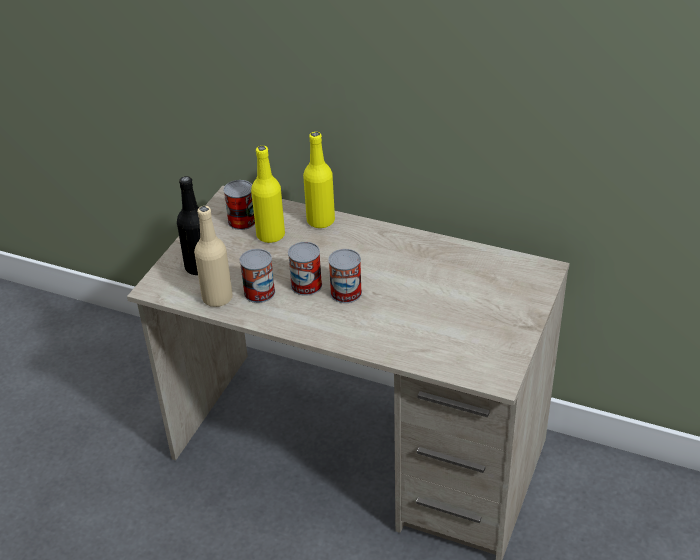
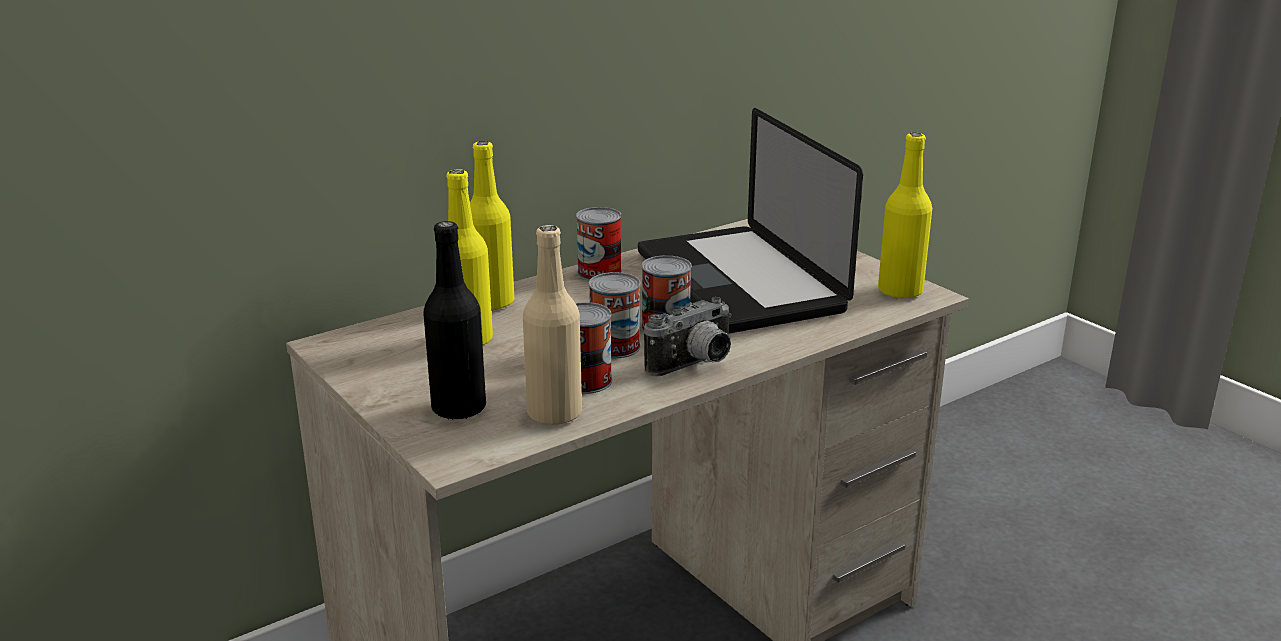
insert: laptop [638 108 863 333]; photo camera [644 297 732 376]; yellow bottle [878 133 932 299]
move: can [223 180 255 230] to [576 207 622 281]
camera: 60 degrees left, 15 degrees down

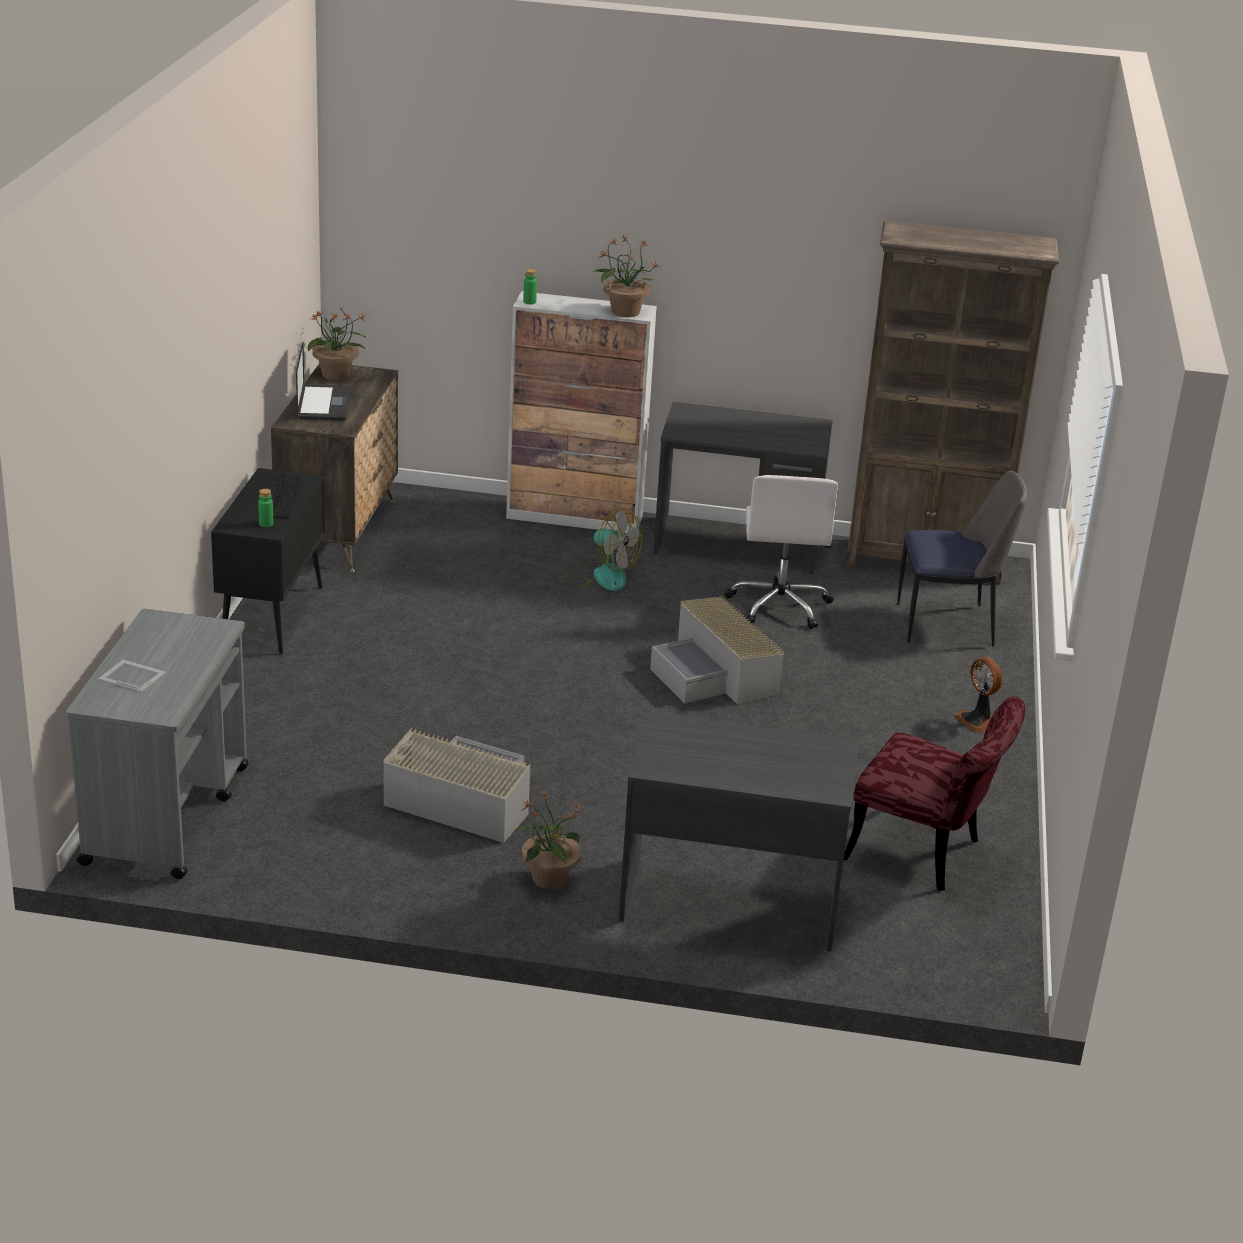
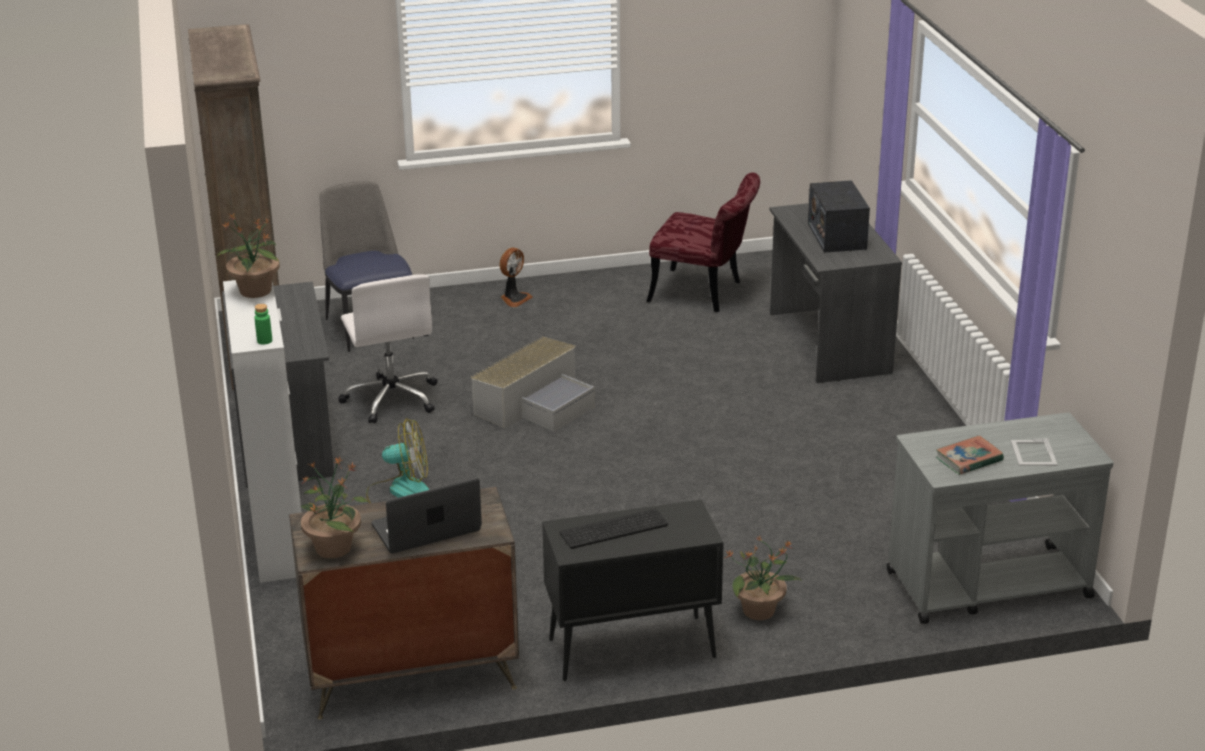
delete: green bottle [258 489 273 527]; grey storage box [383 728 531 843]
insert: radio [808 180 870 253]; book [936 435 1004 475]
move: potted plant [514 791 581 889] to [725 536 802 620]
rotate: white office chair [724 475 838 629] = [338 274 437 424] 90 degrees clockwise; fan [567 509 642 591] = [366 418 430 504] 75 degrees clockwise; red chair [844 696 1025 891] = [646 172 760 312] 105 degrees clockwise
camera: 110 degrees left, 0 degrees up

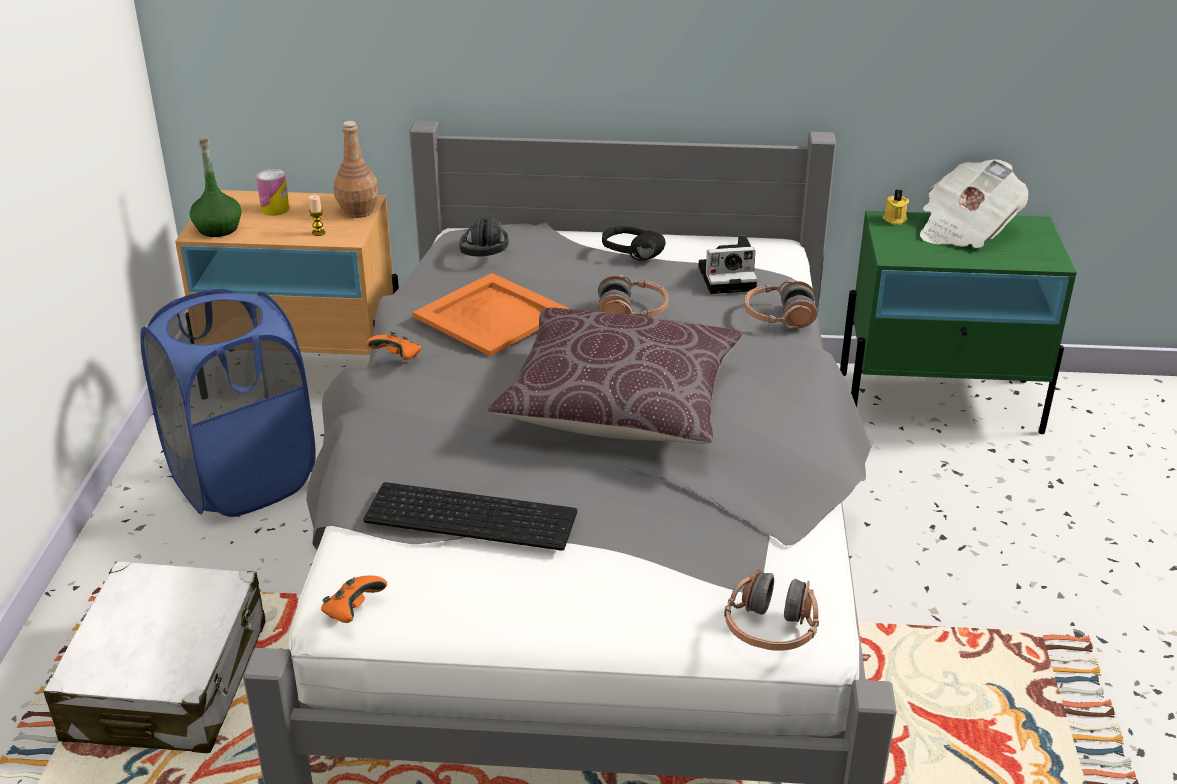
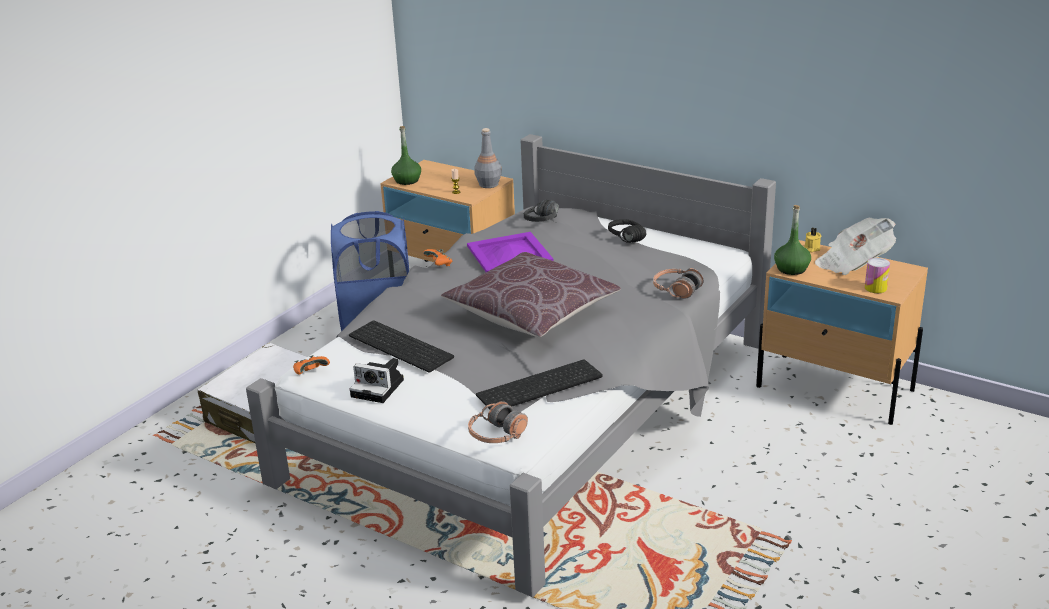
delete: headphones [598 275 668 317]
insert: keyboard [476 360 603 409]; green bottle [774 205 811 275]
move: photo camera [698 236 757 294] to [349 358 404 403]; can [256 169 290 216] to [865 258 890 293]
recolor: orange tray [413 273 569 356] to purple tray [467 232 554 272]; brown bottle [334 121 379 218] to grey bottle [474 128 502 188]; green nightstand [840 211 1077 434] to beige nightstand [756 240 928 425]
camera: 30 degrees right, 5 degrees down

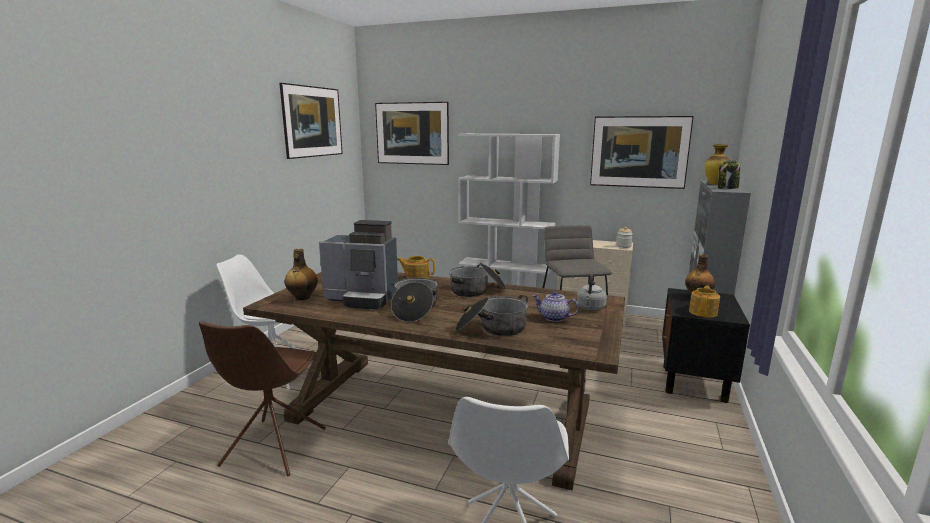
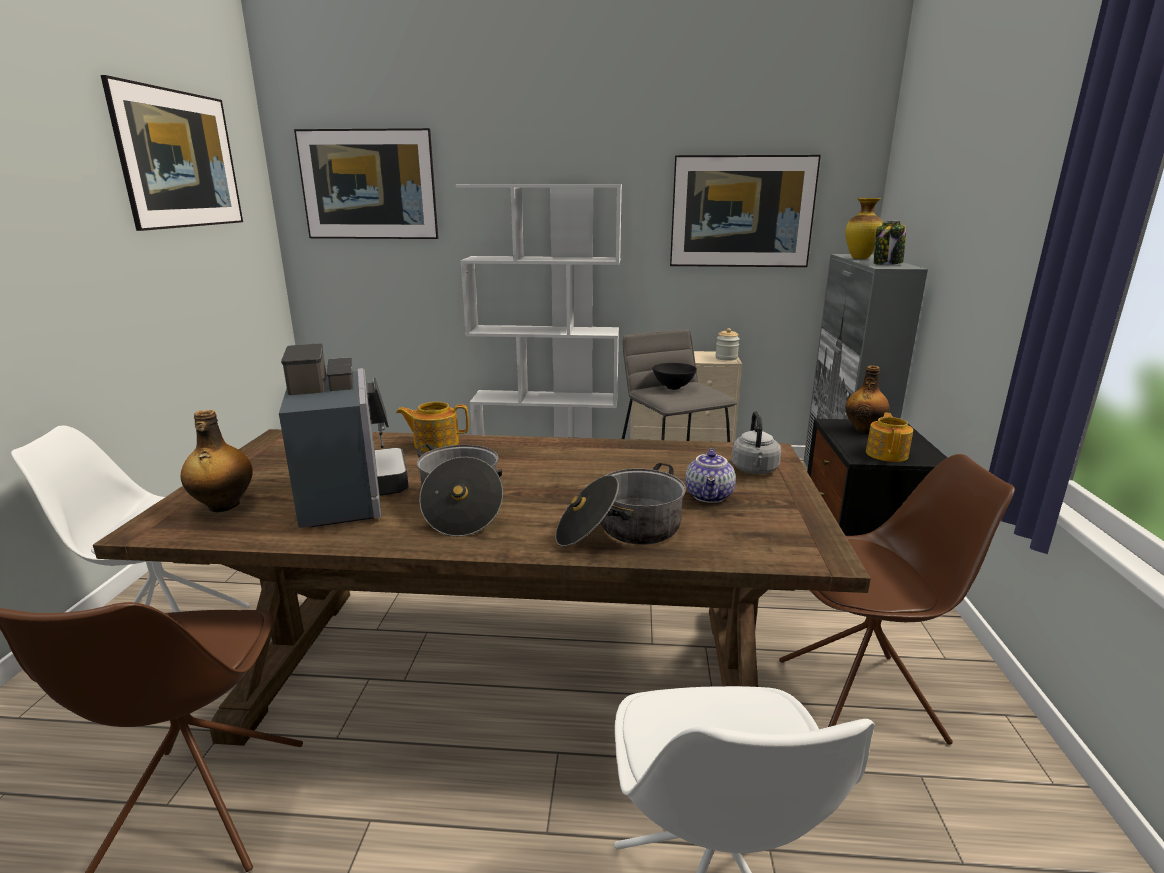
delete: cooking pot [449 263 506 297]
insert: black bowl [653 363 697 390]; brown chair [779 454 1015 745]
rotate: coffee machine [319 220 398 310] = [279 344 409 528] 105 degrees counterclockwise; teapot [532 291 579 322] = [685 448 736 503] 90 degrees counterclockwise
camera: 15 degrees left, 5 degrees up

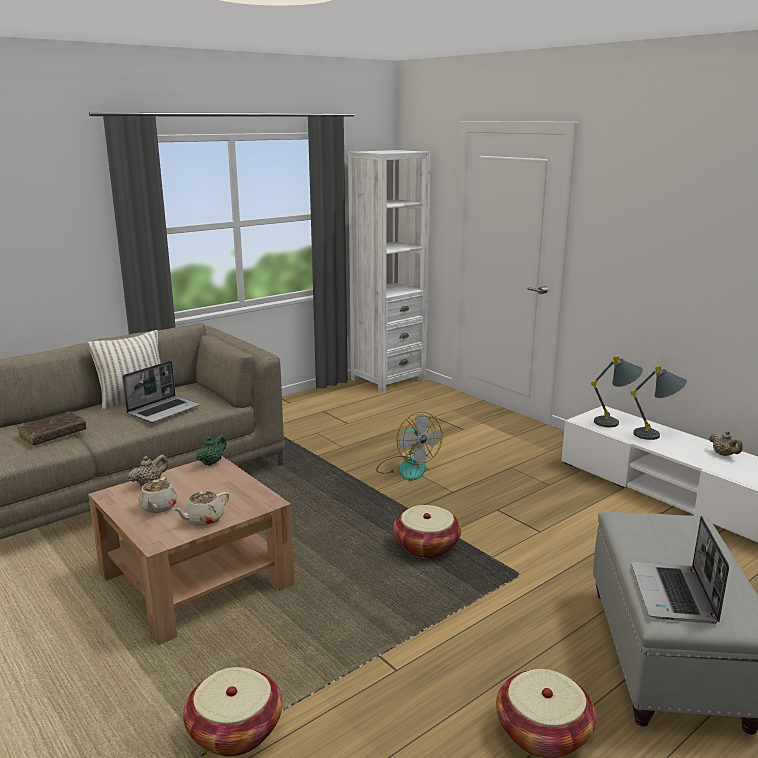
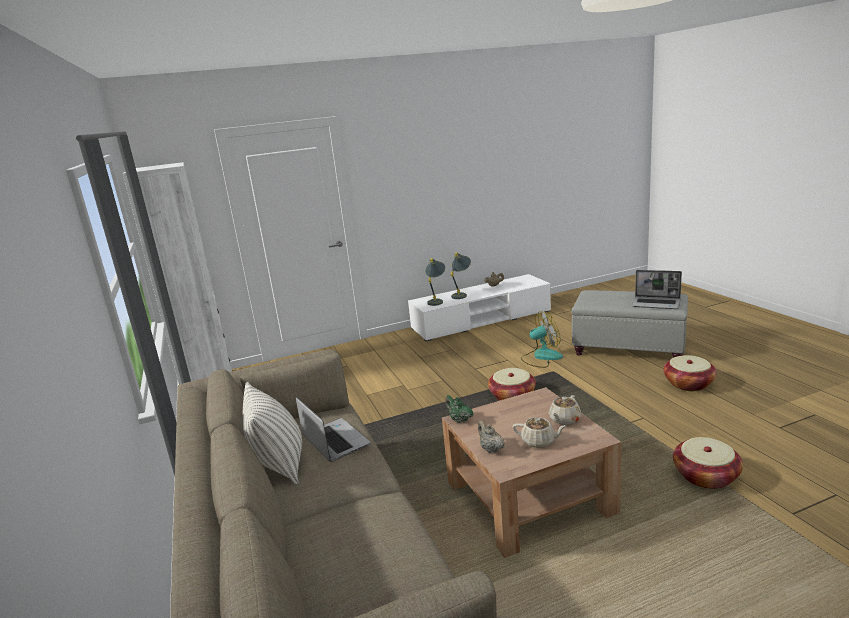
delete: brown book [17 412 86 445]
move: fan [376 412 443 481] to [521 311 563 368]
rotate: beige teapot [173 491 229 526] = [549 395 581 425] 60 degrees clockwise
camera: 70 degrees left, 0 degrees up

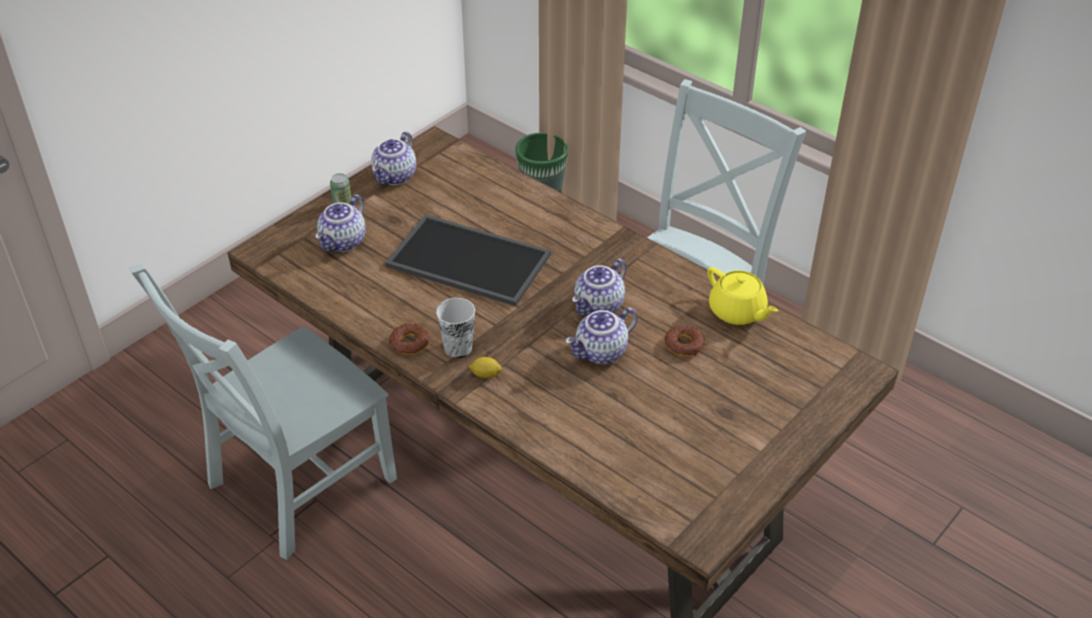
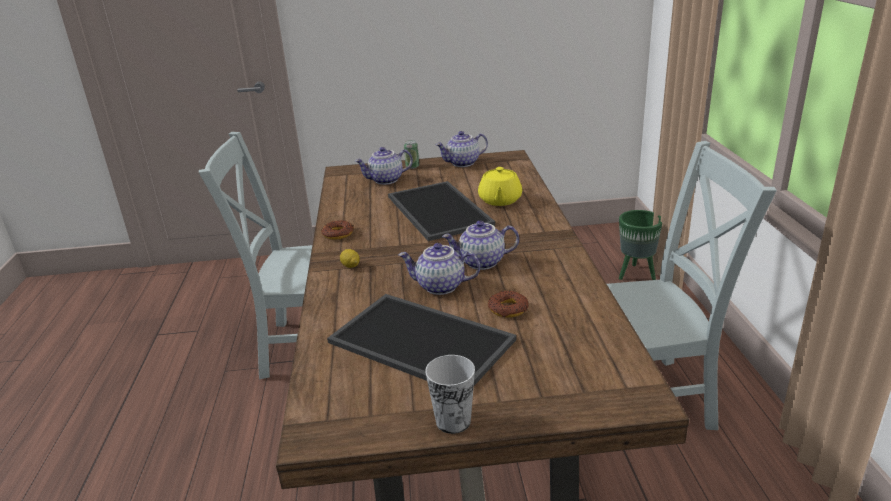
insert: tray [327 294 517 386]
move: cup [436 298 475 358] to [425 355 475 434]; yellow teapot [707 267 778 325] to [478 167 522 206]
camera: 45 degrees right, 15 degrees down

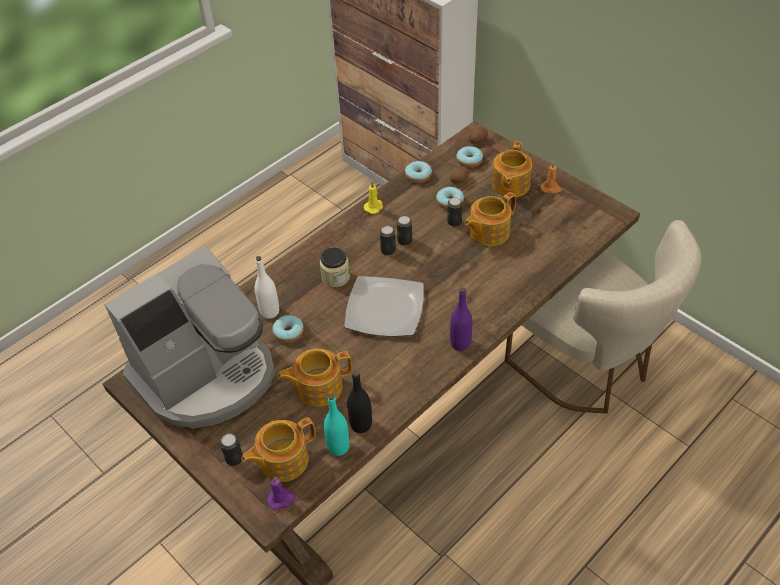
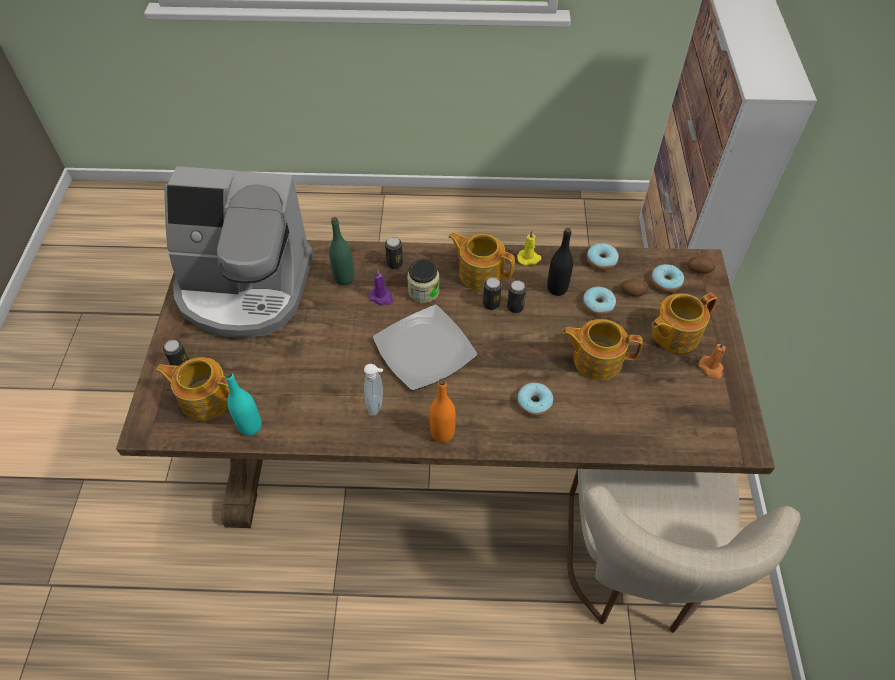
insert: soap dispenser [364 364 383 415]
move: purple candle [267 476 296 510] to [369 270 393 305]; can [447 197 463 227] to [385 237 403 269]; teapot [278 349 352 407] to [448 232 515 290]; donut [272 315 304 343] to [517 383 553 416]; black bottle [347 371 372 433] to [547 228 573 296]
recolor: white bottle [255 256 279 319] to green bottle [329 217 354 285]; purple bottle [450 288 472 351] to orange bottle [429 378 456 443]
camera: 45 degrees right, 5 degrees up

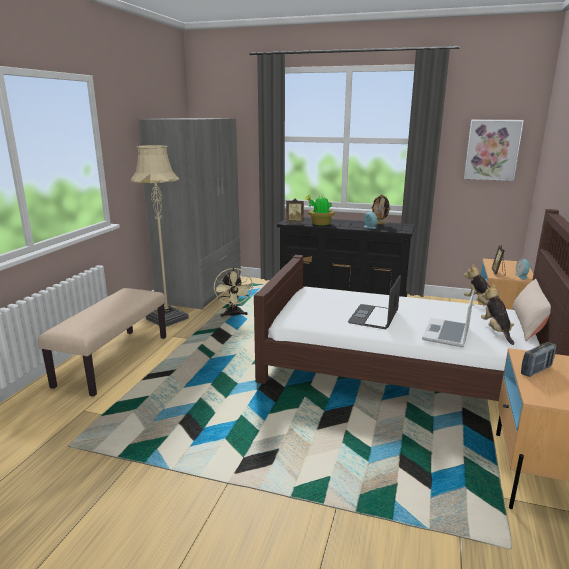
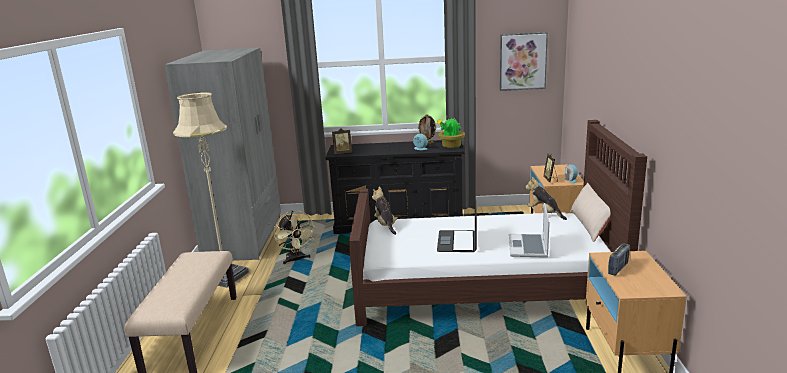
move: plush toy [481 284 514 345] to [372 187 398 235]; potted plant [305 195 335 226] to [437 118 465 148]
camera: 15 degrees left, 0 degrees up

